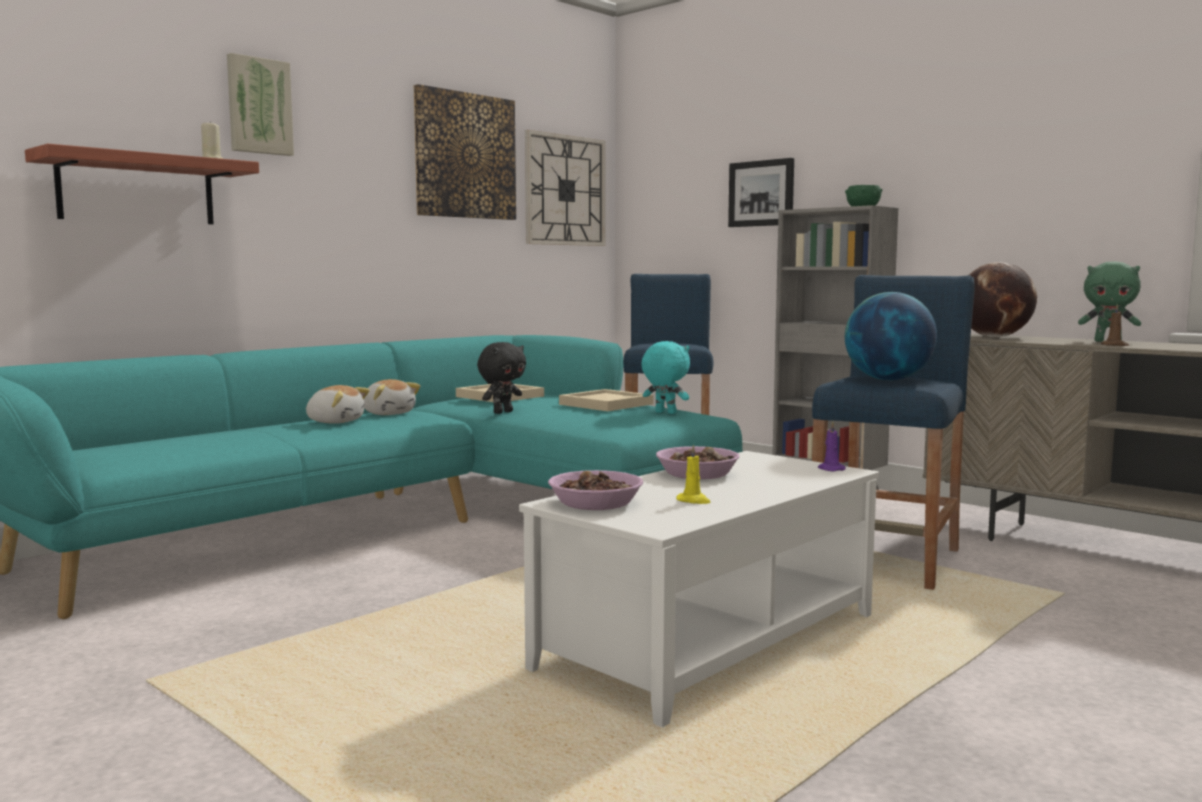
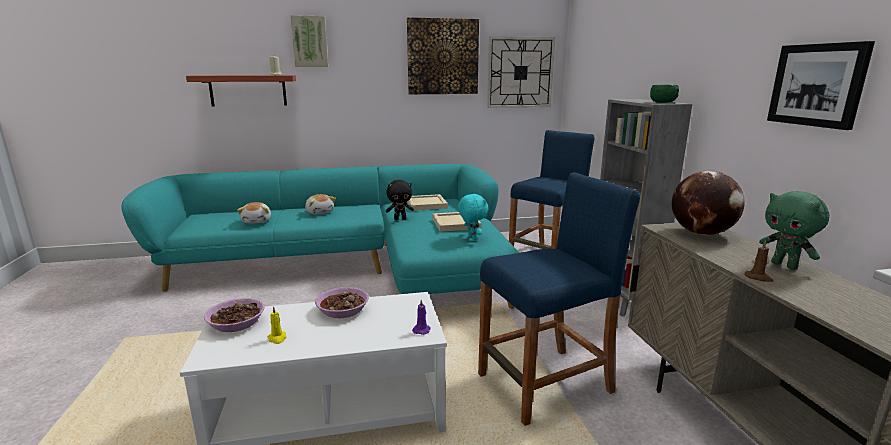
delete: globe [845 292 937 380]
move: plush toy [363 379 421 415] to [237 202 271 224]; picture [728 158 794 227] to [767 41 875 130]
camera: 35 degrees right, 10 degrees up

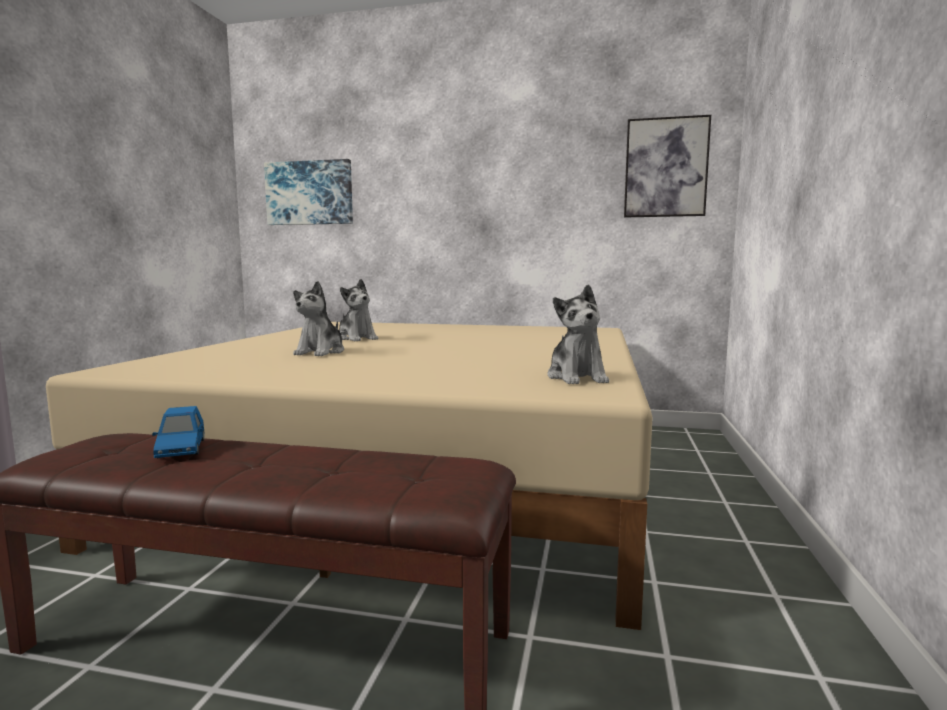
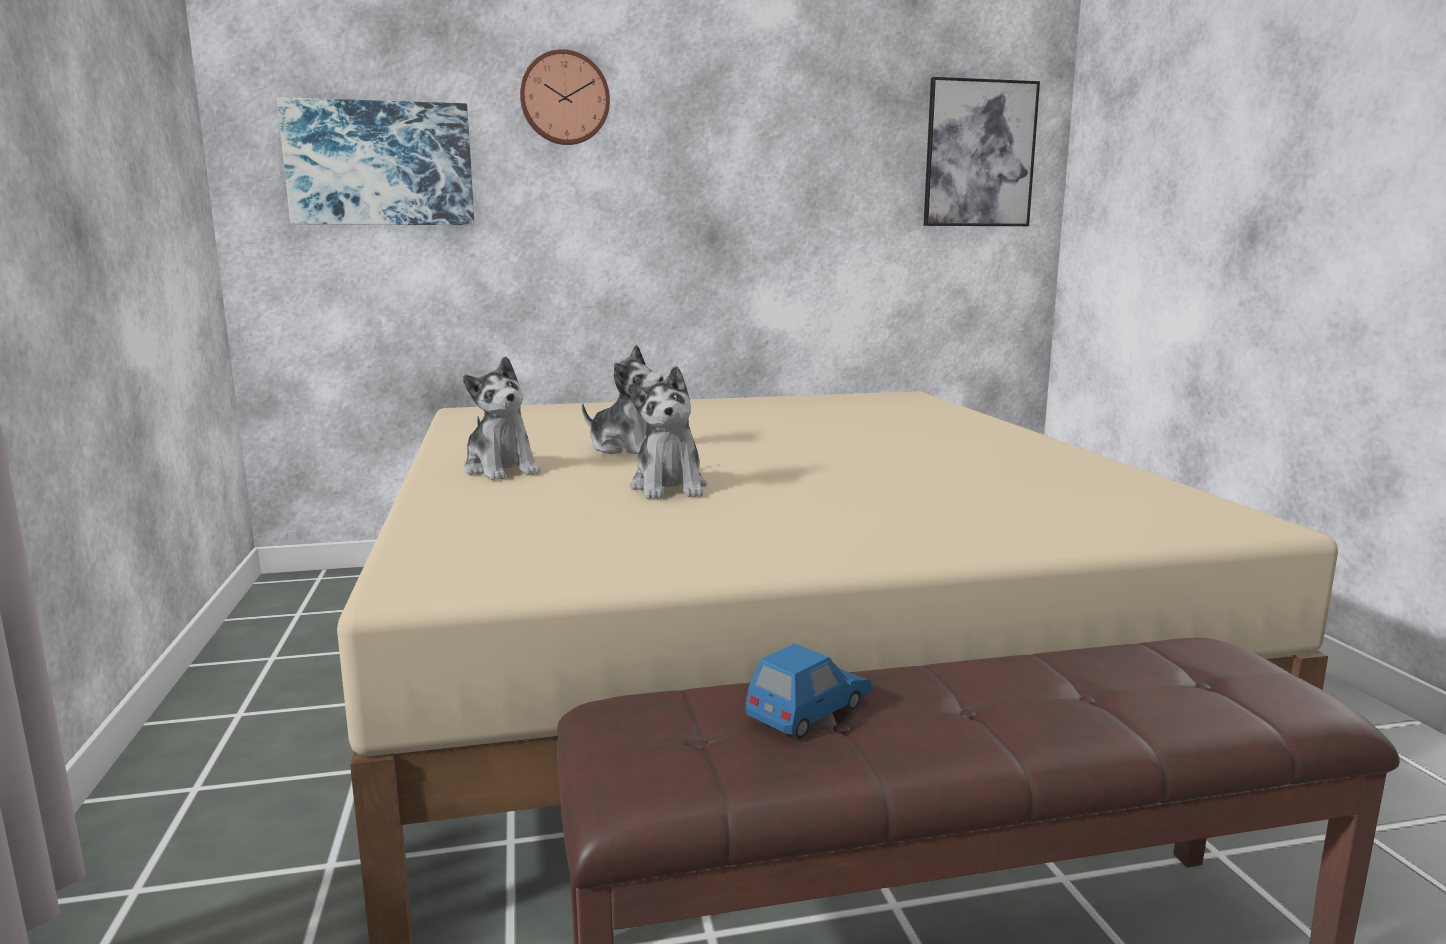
insert: wall clock [520 49 610 145]
move: plush toy [547 284 609 384] to [463 356 541 480]
rotate: blue toy car [152 406 204 458] = [745 643 872 739] 90 degrees counterclockwise
camera: 25 degrees left, 5 degrees up

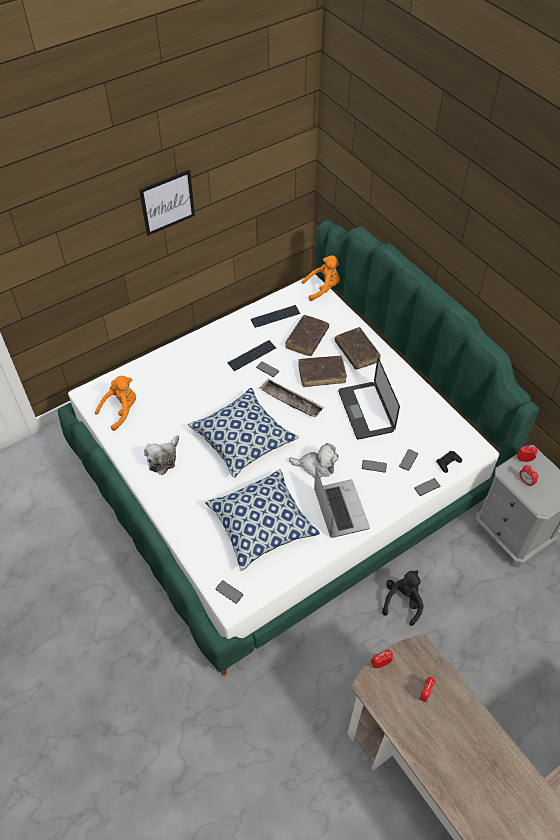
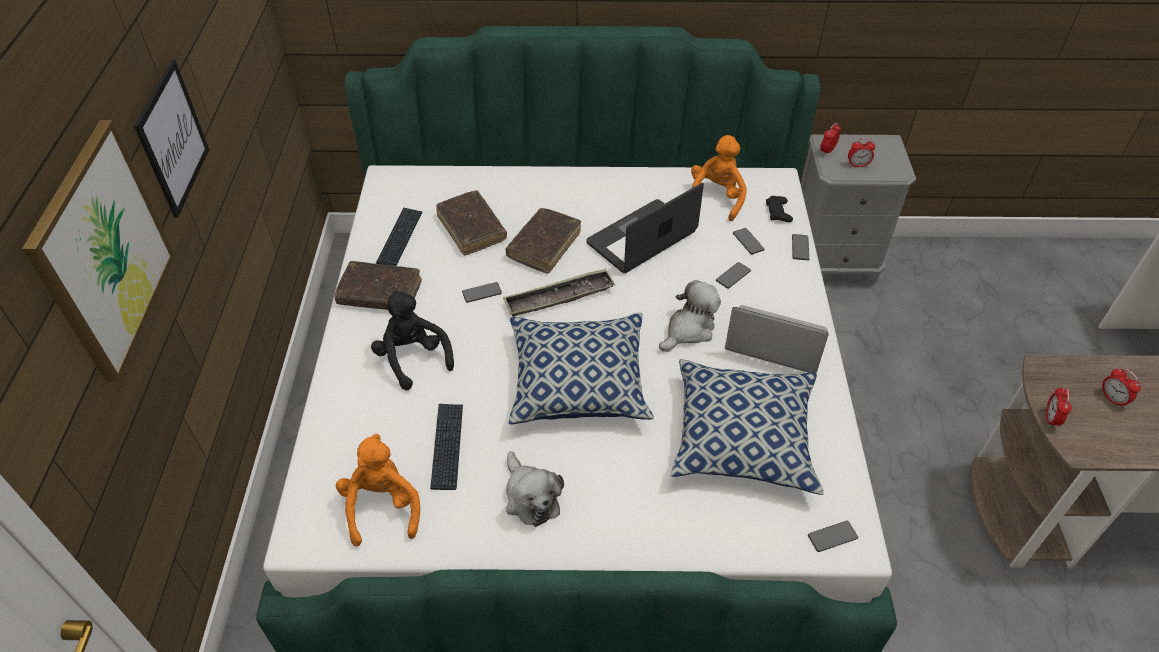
insert: picture [22 120 174 382]
move: brown book [335 327 381 369] to [334 261 422 310]; black plush toy [382 570 424 626] to [371 290 454 390]; keyboard [228 340 276 371] to [430 404 463 490]; orange plush toy [302 256 340 301] to [691 135 747 221]
rotate: laptop [338 357 400 440] = [586 183 704 273] 120 degrees clockwise
camera: 55 degrees left, 5 degrees down

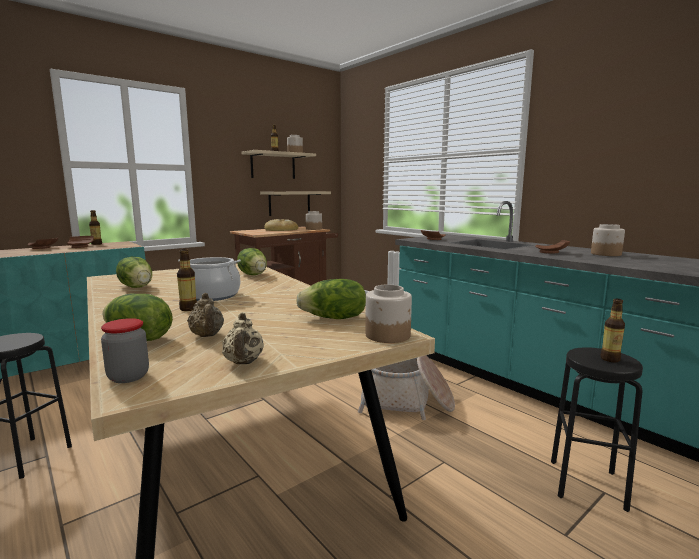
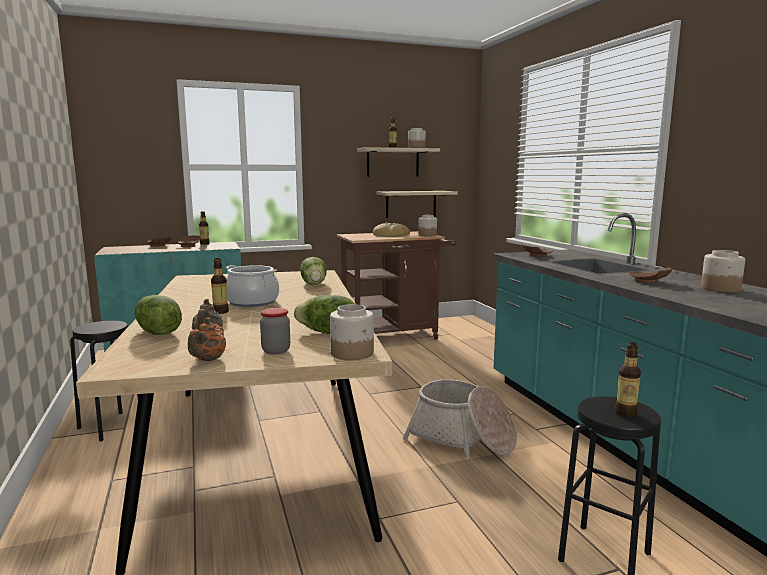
delete: lettuce [116 257 152 288]
move: jar [101 318 149 383] to [260 308 290 354]
recolor: beige teapot [222 312 264 364] to orange teapot [188 318 226 361]
camera: 20 degrees right, 0 degrees up

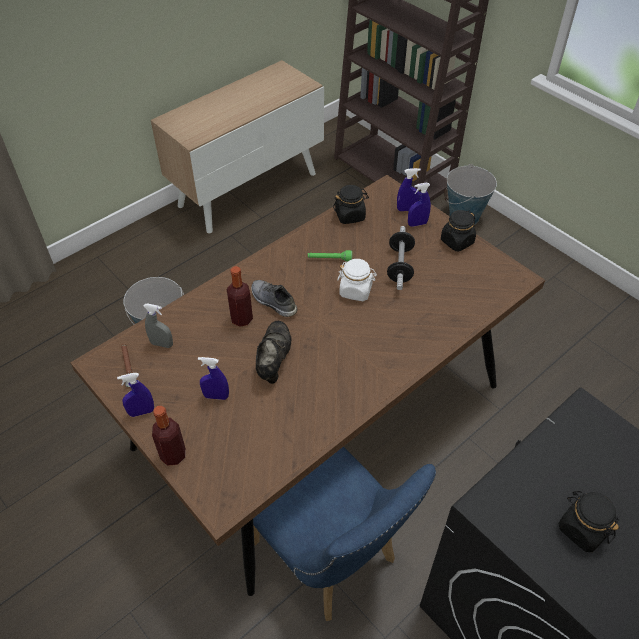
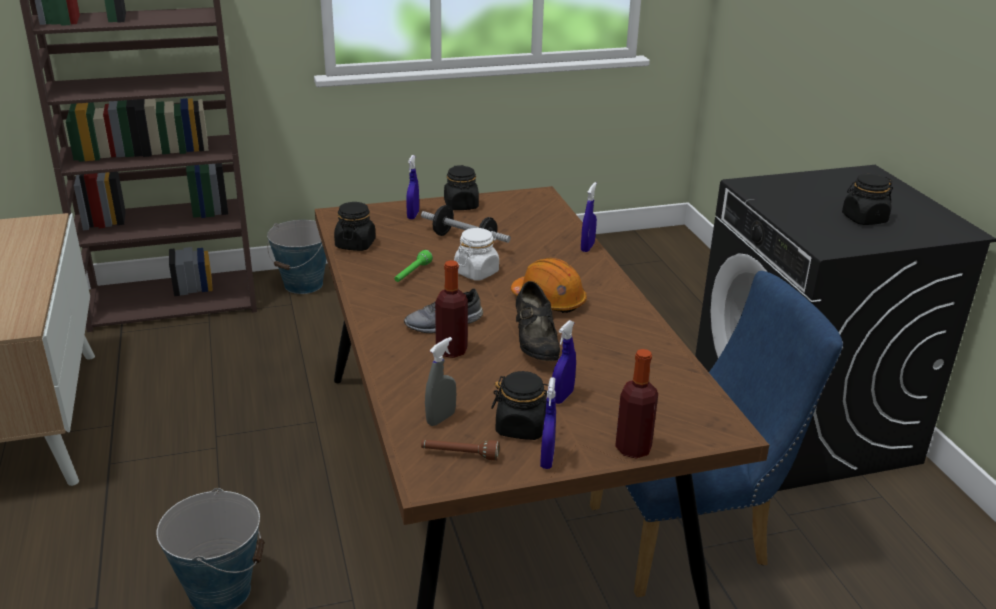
insert: black jar [491 371 548 440]; orange hard hat [511 258 587 313]
move: blue spray bottle [397 168 421 211] to [581 182 597 252]
rotate: black shoe [256 321 291 384] = [516 281 560 361] 135 degrees counterclockwise
camera: 65 degrees left, 20 degrees down

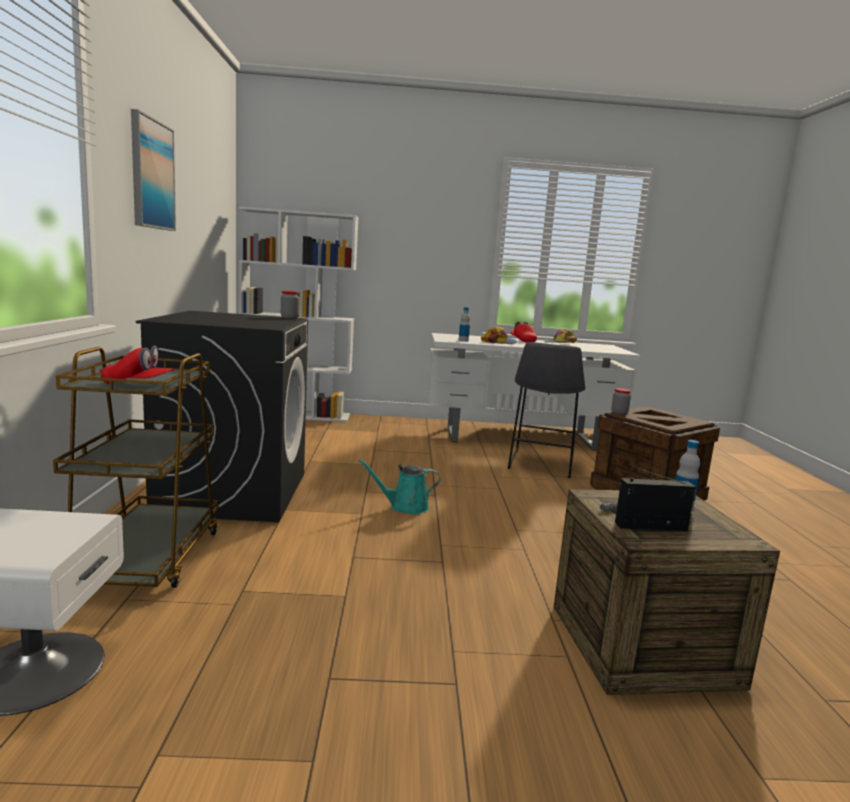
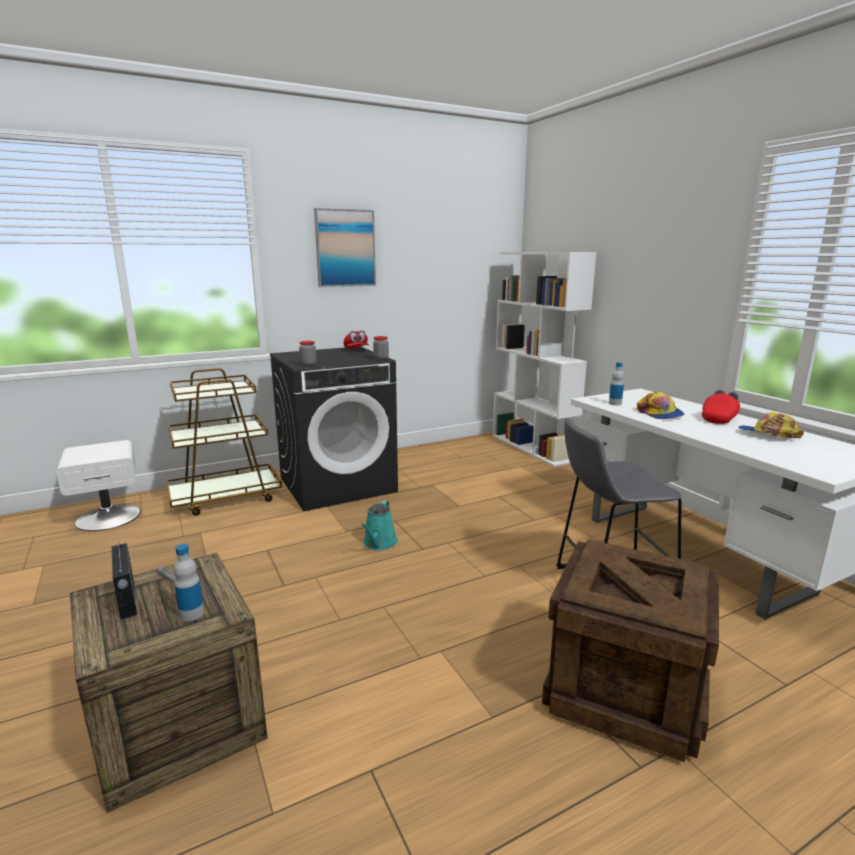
move: jar [611 388 631 415] to [299 341 316 366]; red cap [101 345 174 384] to [344 330 369 348]
rotate: turquoise watering can [359 459 441 514] = [361 500 398 550] 135 degrees counterclockwise
camera: 65 degrees right, 5 degrees up

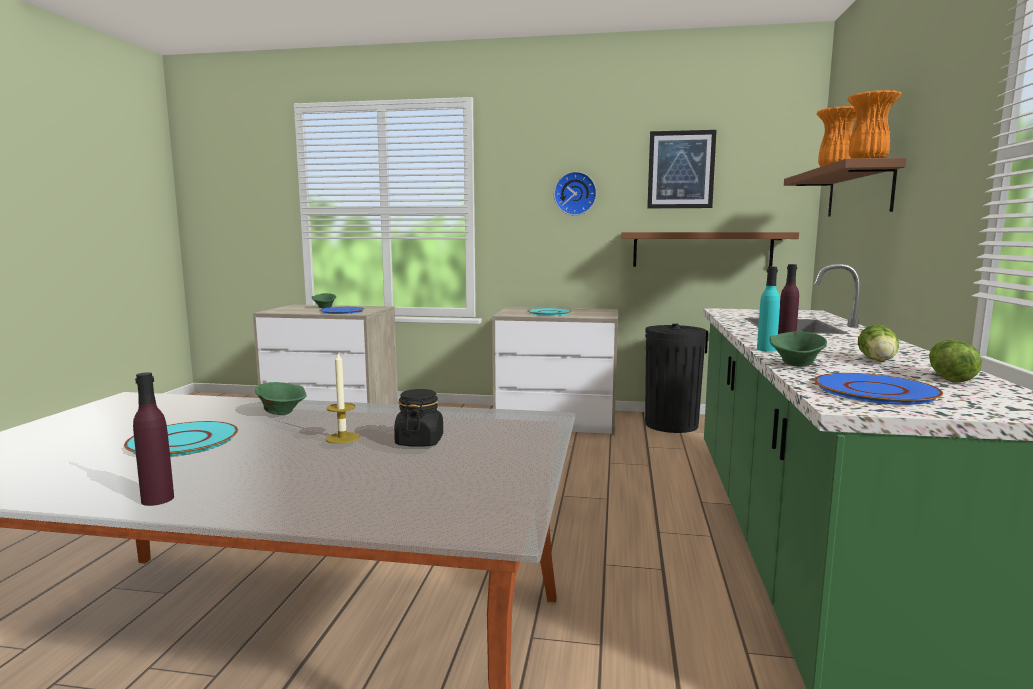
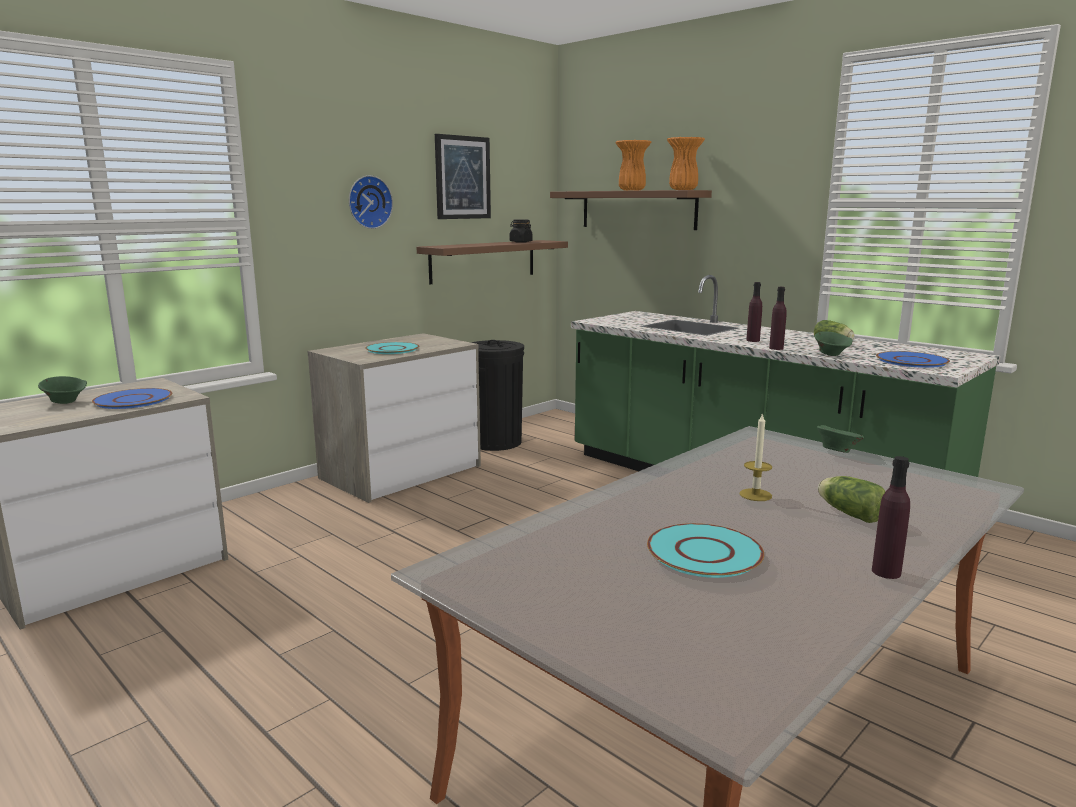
move: black jar [394 389 443 447] to [510 219 533 243]; green bowl [255 382 306 415] to [817 425 864 453]; lettuce [929 340 982 383] to [818 476 886 523]
recolor: turquoise bottle [757 267 780 352] to purple bottle [769 287 787 350]
camera: 55 degrees left, 5 degrees up

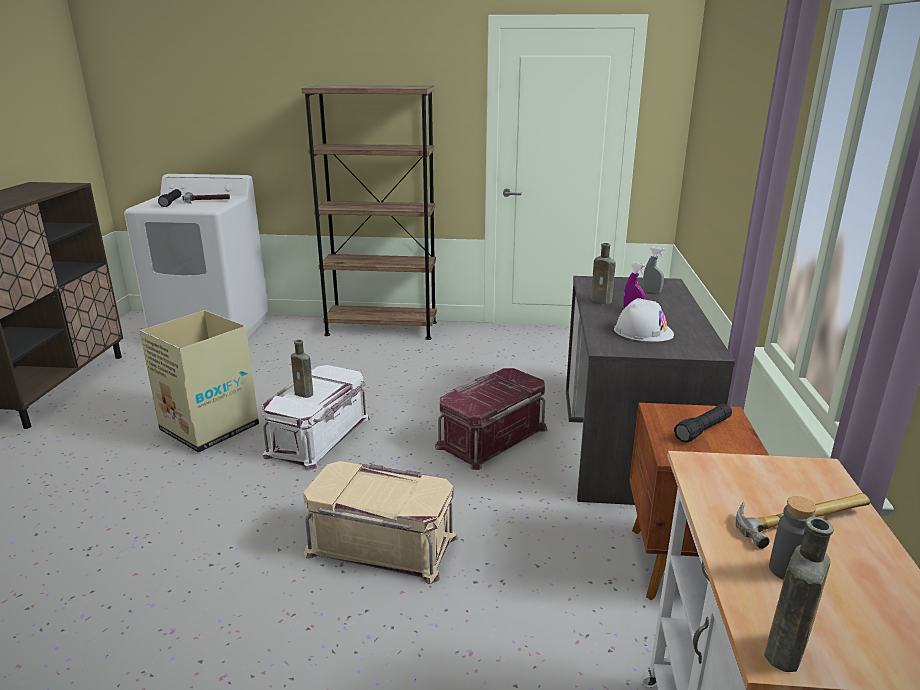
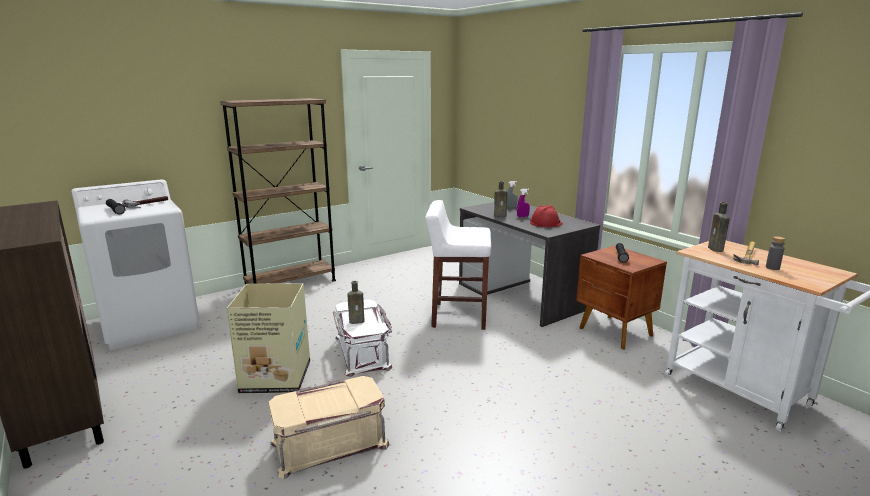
move: beige storage box [303 461 458 584] to [268 376 390 479]; brown bottle [764 517 834 672] to [708 202 730 252]
replace: red storage box [435 368 547 470] to white stool [425 200 491 330]
recolor: white hard hat [614 298 674 342] to red hard hat [530 205 563 227]
camera: 40 degrees left, 5 degrees down

